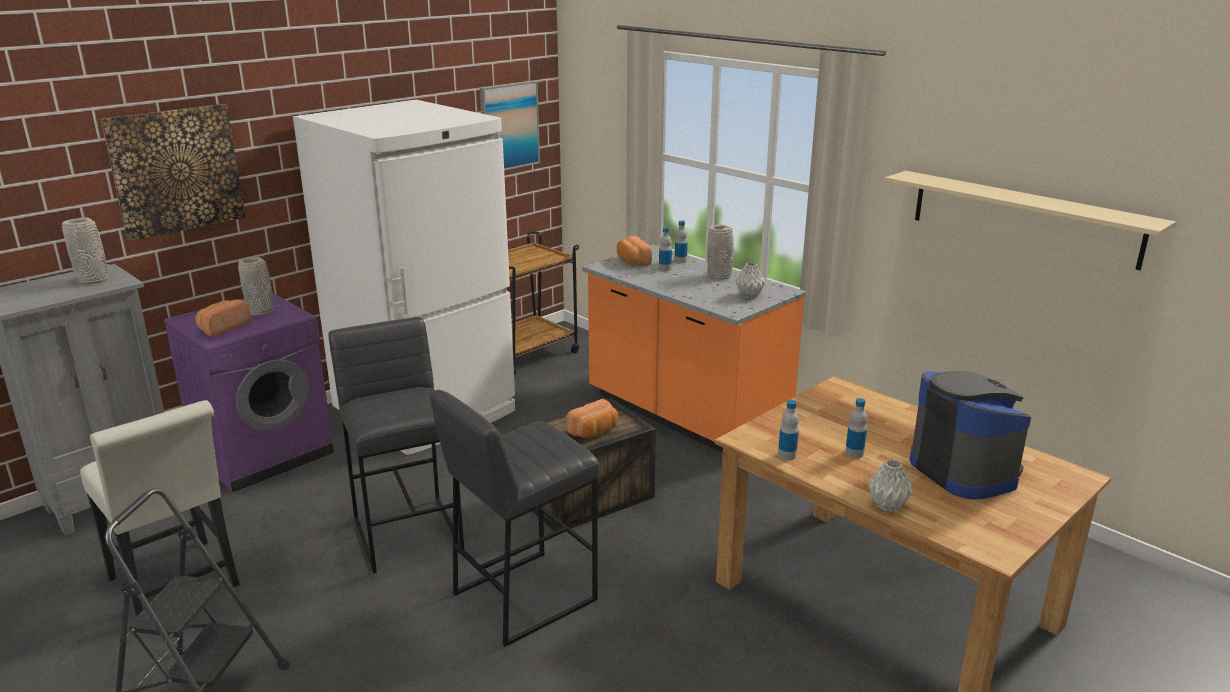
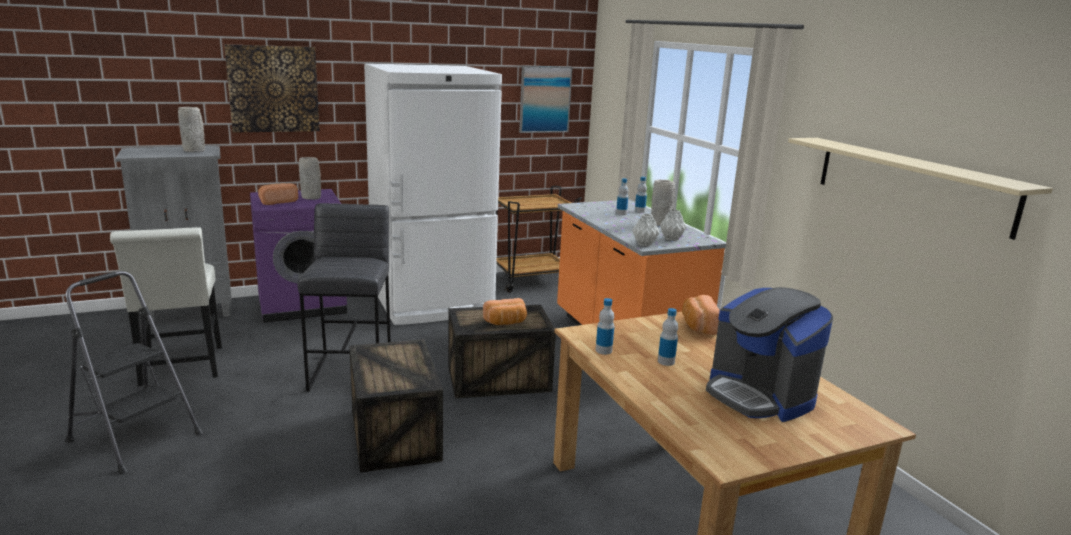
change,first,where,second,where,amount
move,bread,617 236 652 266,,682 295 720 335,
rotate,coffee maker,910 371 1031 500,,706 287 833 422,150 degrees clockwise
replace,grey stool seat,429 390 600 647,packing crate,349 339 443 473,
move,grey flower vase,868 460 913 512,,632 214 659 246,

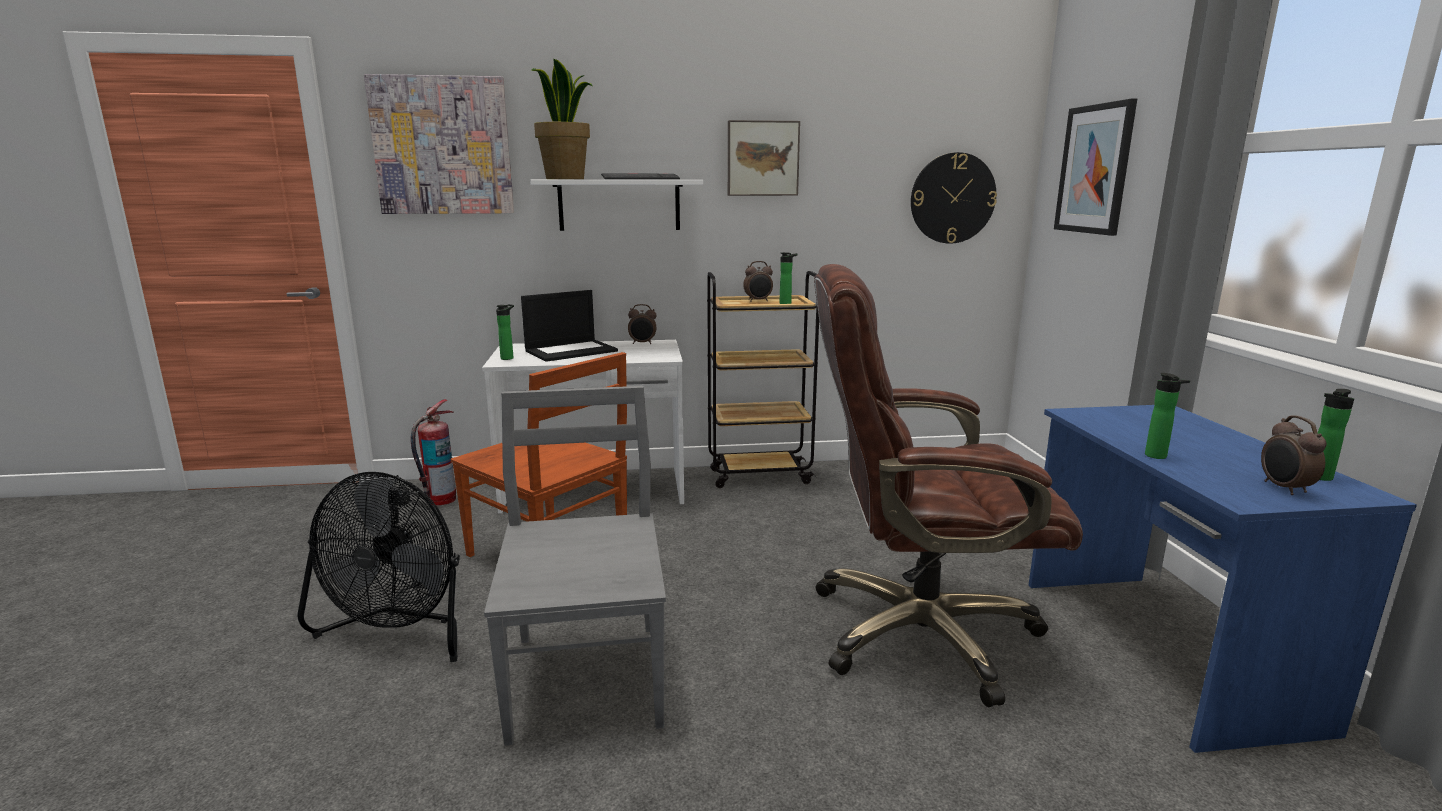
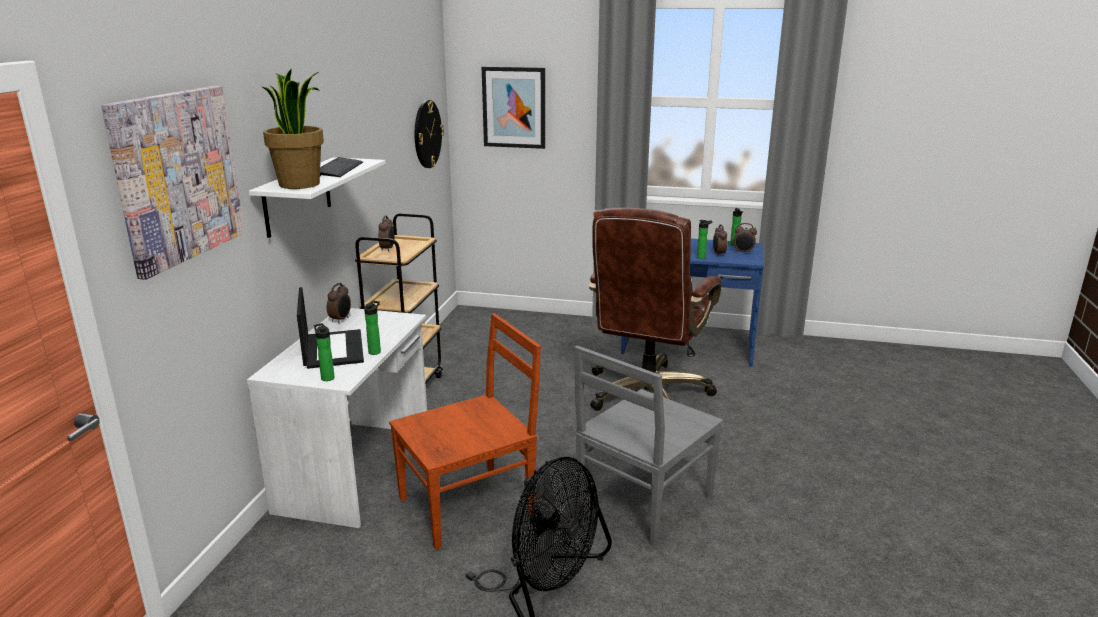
change,first,where,second,where,amount
delete,wall art,728 120 800 196,,,
move,beverage bottle,780 252 797 304,,364 301 381 355,
rotate,grey upright chair,484 386 666 746,,574 346 723 548,60 degrees counterclockwise
delete,extinguisher,410 399 456 505,,,
insert,,,table clock,713 224 727 255,

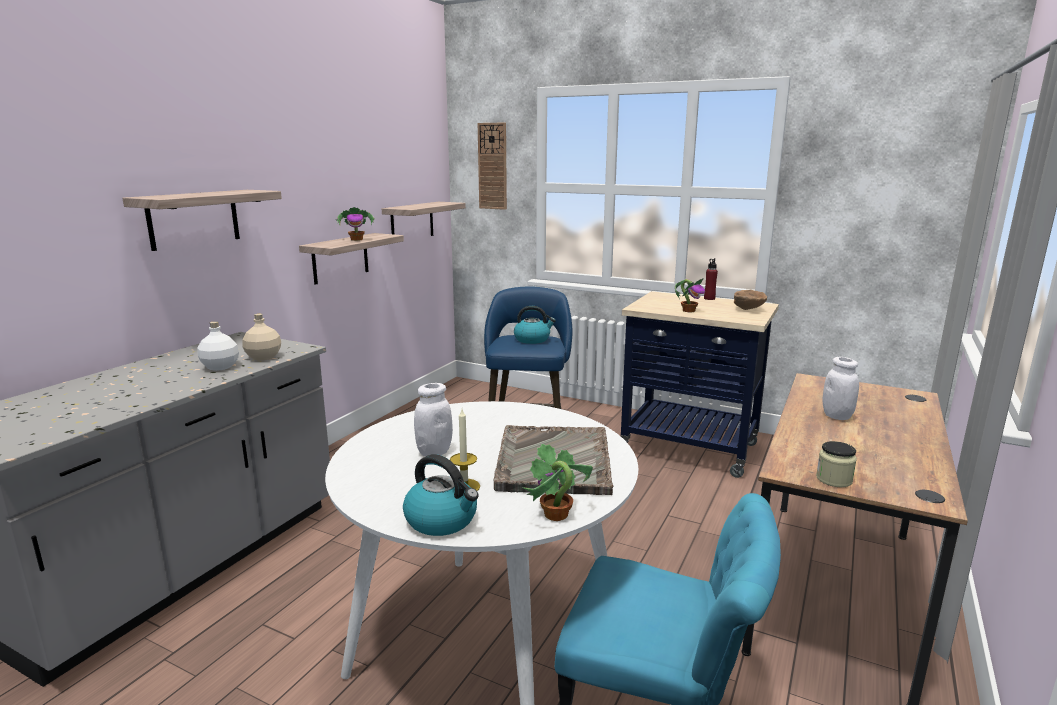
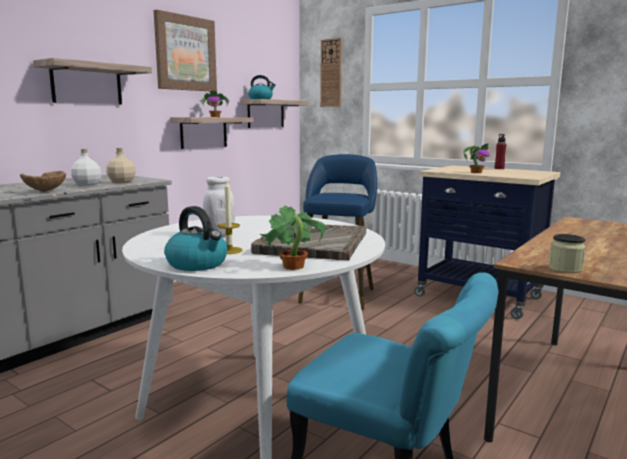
change,first,where,second,where,amount
move,brown serving bowl,734 290 767 310,,20 171 66 192,
move,kettle,514 306 556 344,,248 75 276 99,
delete,whitish preserve jar,822 357 859 420,,,
insert,,,wall art,154 10 217 91,

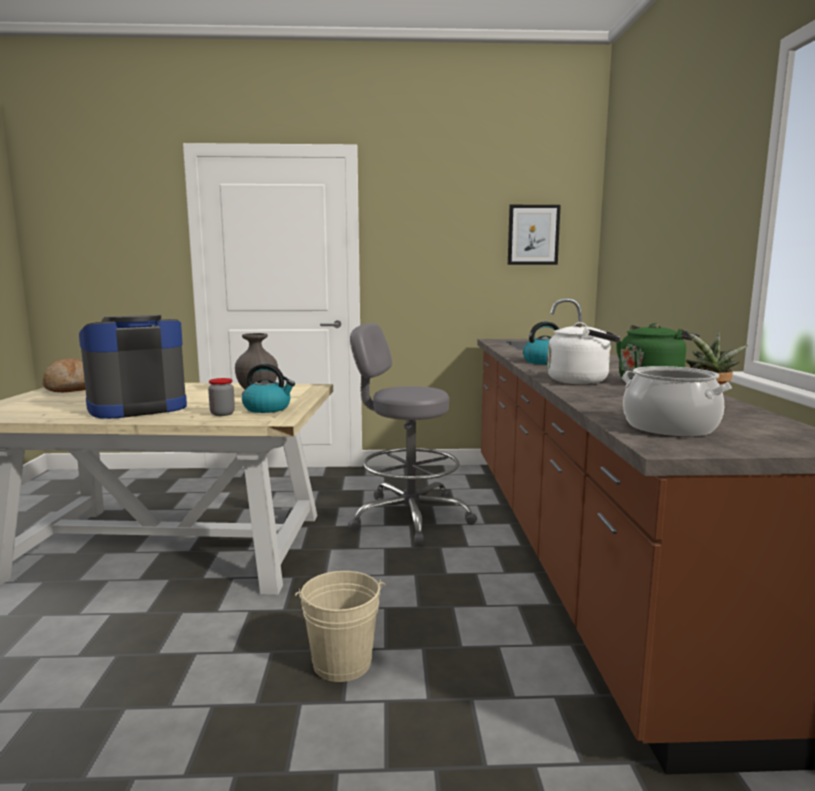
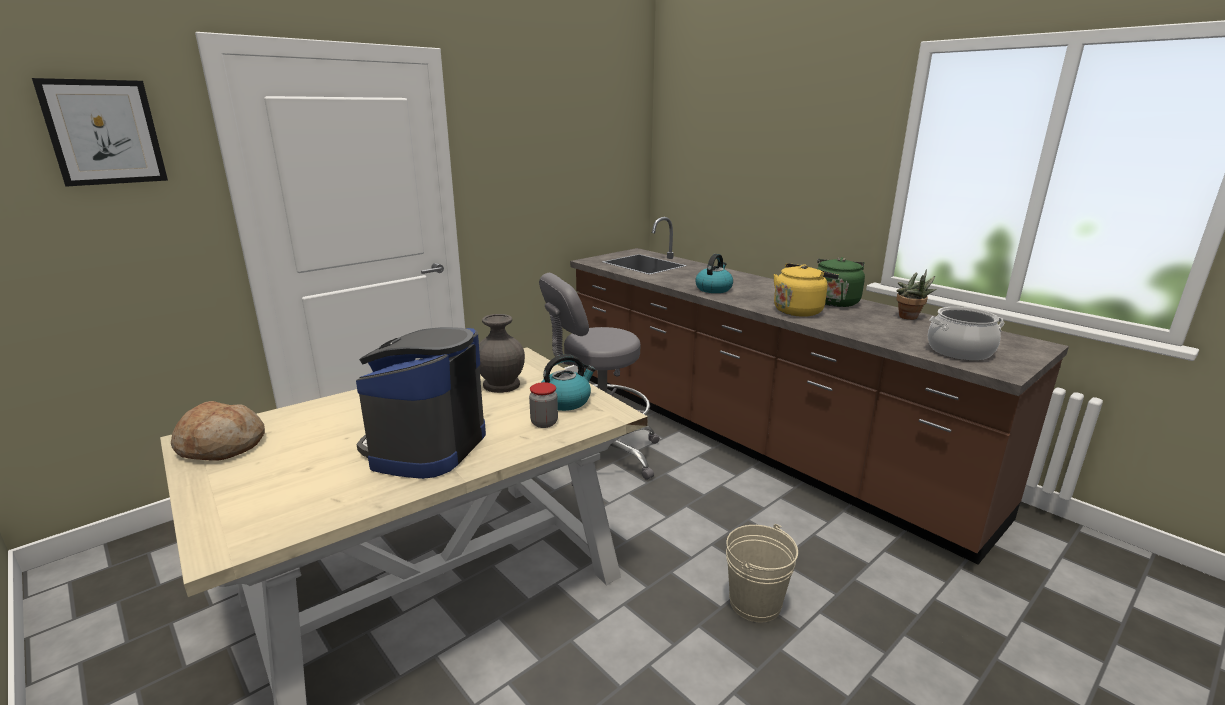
change,first,where,second,where,amount
move,wall art,508 205 561 265,,32 78 168 187,
recolor,whitish kettle,547 322 620 384,yellow kettle,774 263 839 317,

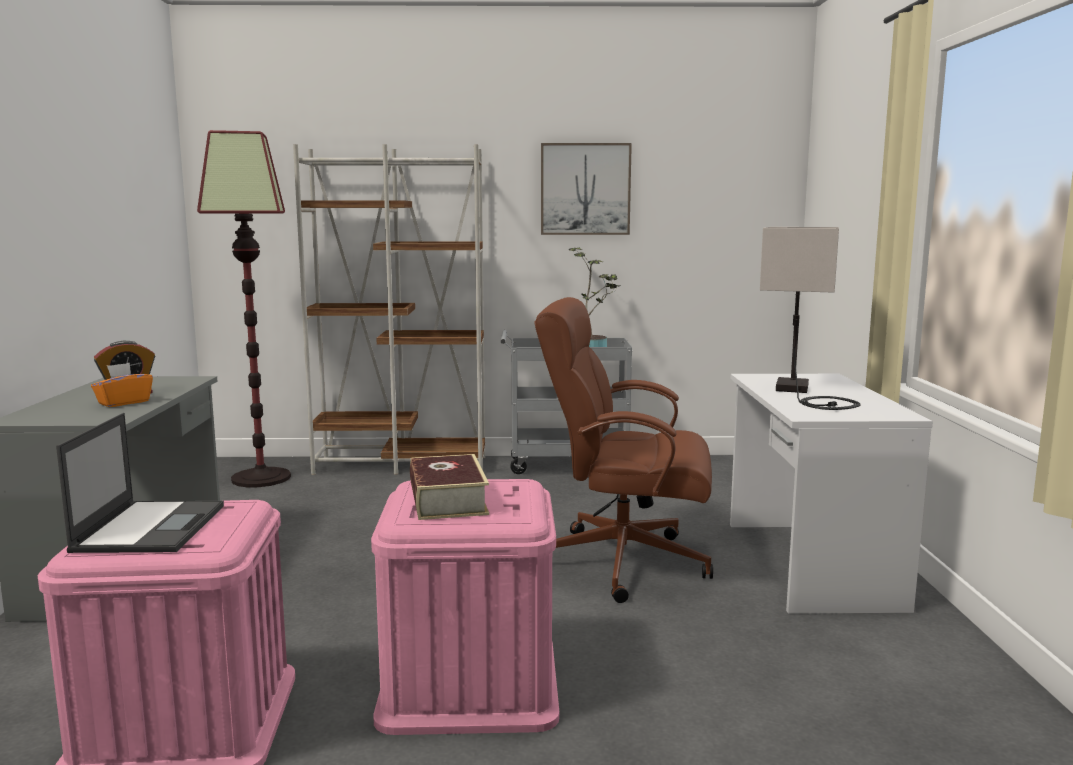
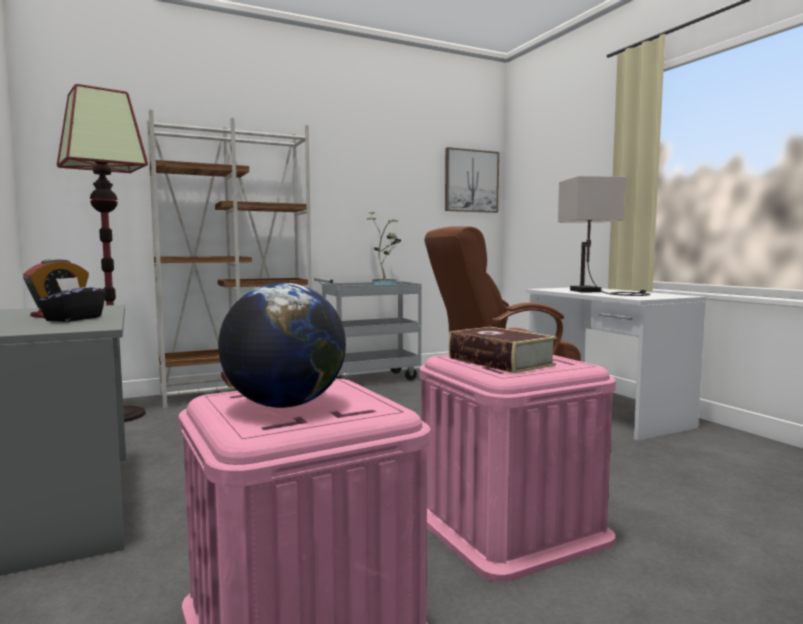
change,first,where,second,where,amount
move,wall art,541 143 632 235,,445 147 499 213,
recolor,orangey box of tissues,91 363 153 407,black-coloured box of tissues,37 277 106 322,
replace,notebook computer,56 413 224 553,desk globe,218 283 346 408,

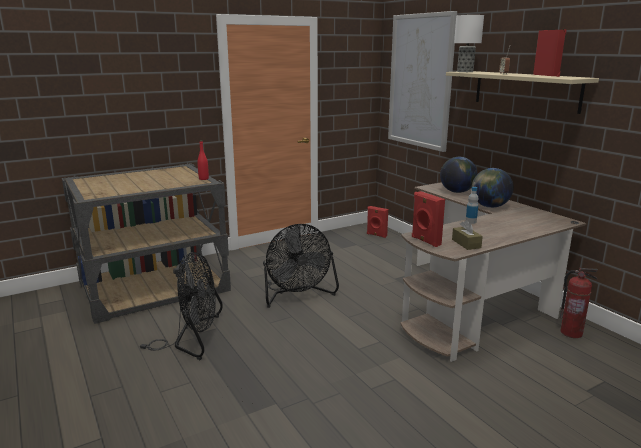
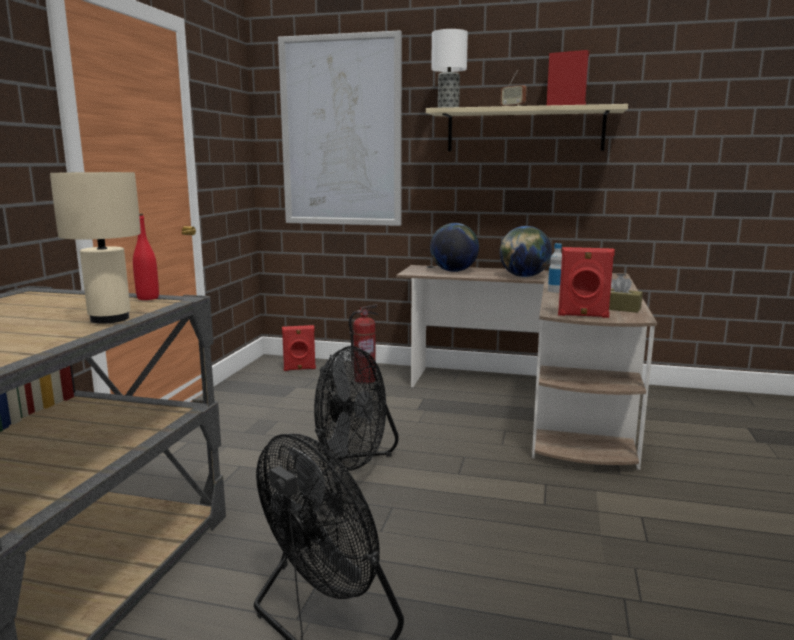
change,first,where,second,where,amount
move,extinguisher,560 268 598 338,,349 304 378 384,
insert,,,beige lamp for a table,50 172 141 324,

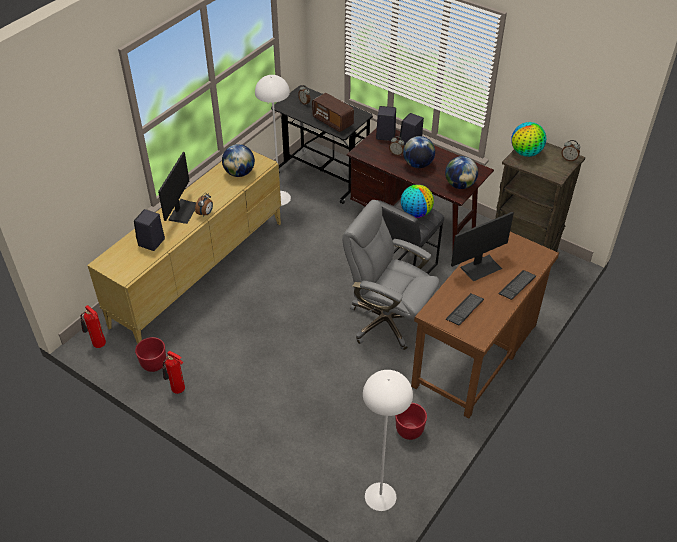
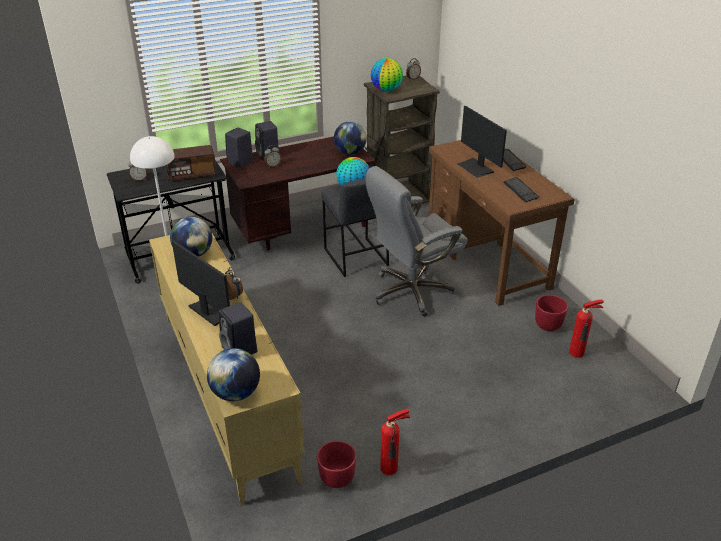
change,first,where,second,where,amount
move,desk globe,403 136 435 168,,207 348 260 401,
rotate,computer screen,451 212 514 281,,457 106 507 178,150 degrees clockwise
move,extinguisher,80 305 106 348,,569 300 604 358,
delete,whitish standing lamp,363 370 413 511,,,

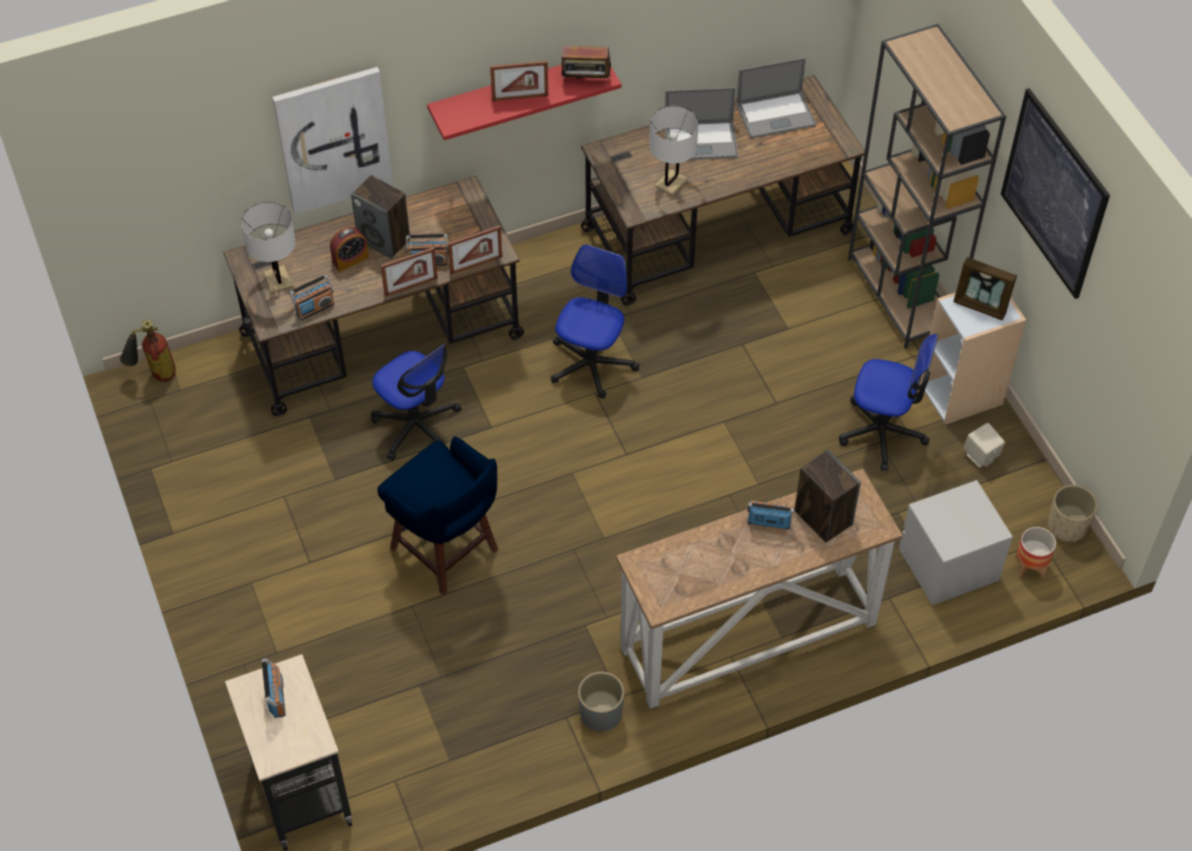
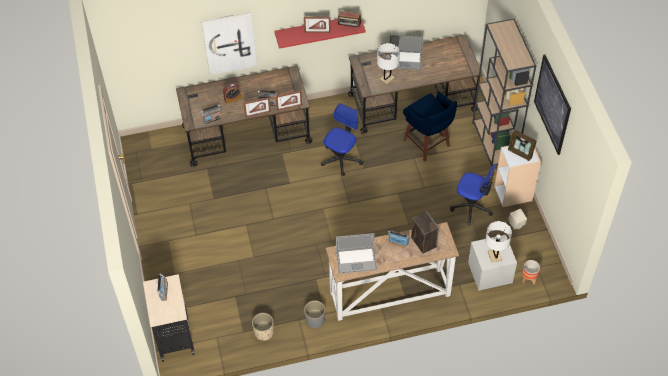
change,first,where,second,where,amount
move,notebook computer,736 58 816 138,,336 233 377 274,
delete,loudspeaker,351 175 410 259,,,
move,whitish lamp for a table,241 202 296 293,,485 221 512 262,
delete,extinguisher,120 320 176 382,,,
delete,office chair,371 344 461 461,,,
move,blue stool seat,377 436 498 596,,403 92 457 162,
move,beige flower pot,1048 485 1098 542,,252 313 274 341,

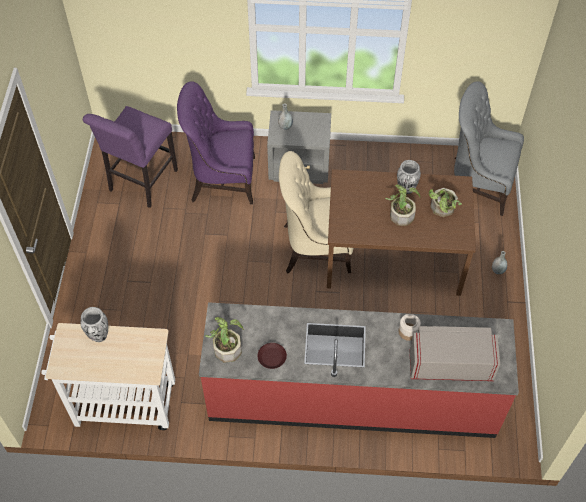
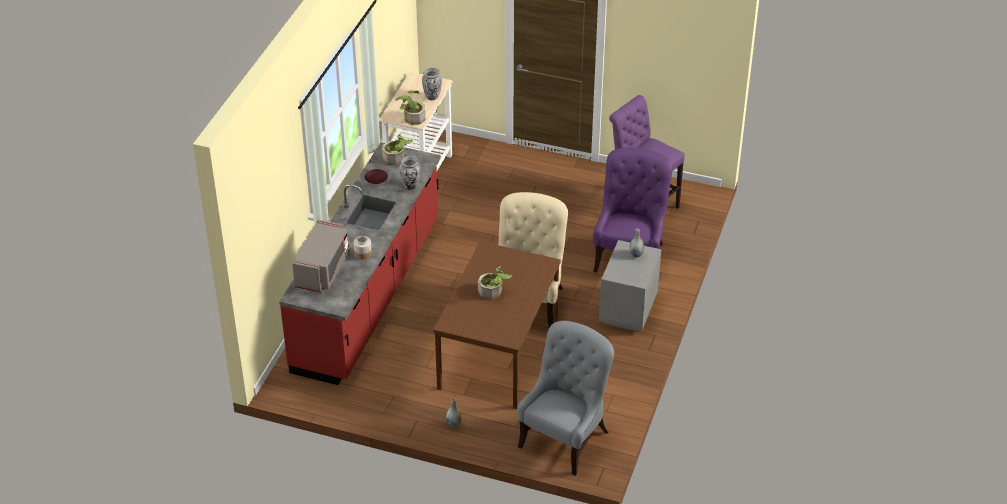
change,first,where,second,where,amount
move,flower vase,397 160 421 194,,399 156 421 190,
move,plant in a pot,429 188 462 217,,395 90 425 125,

